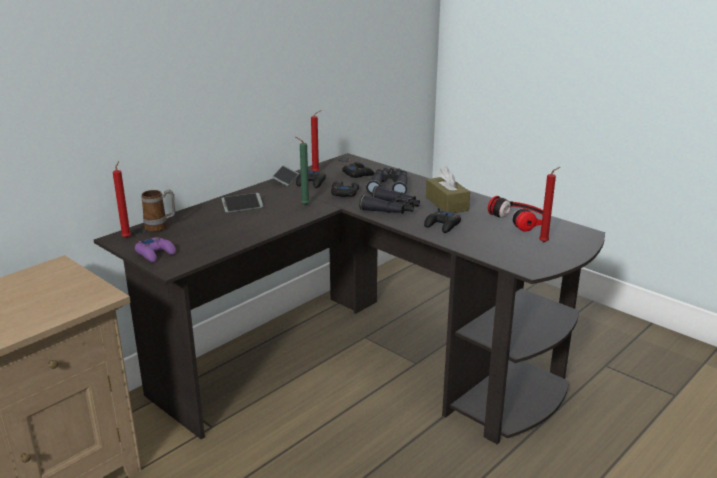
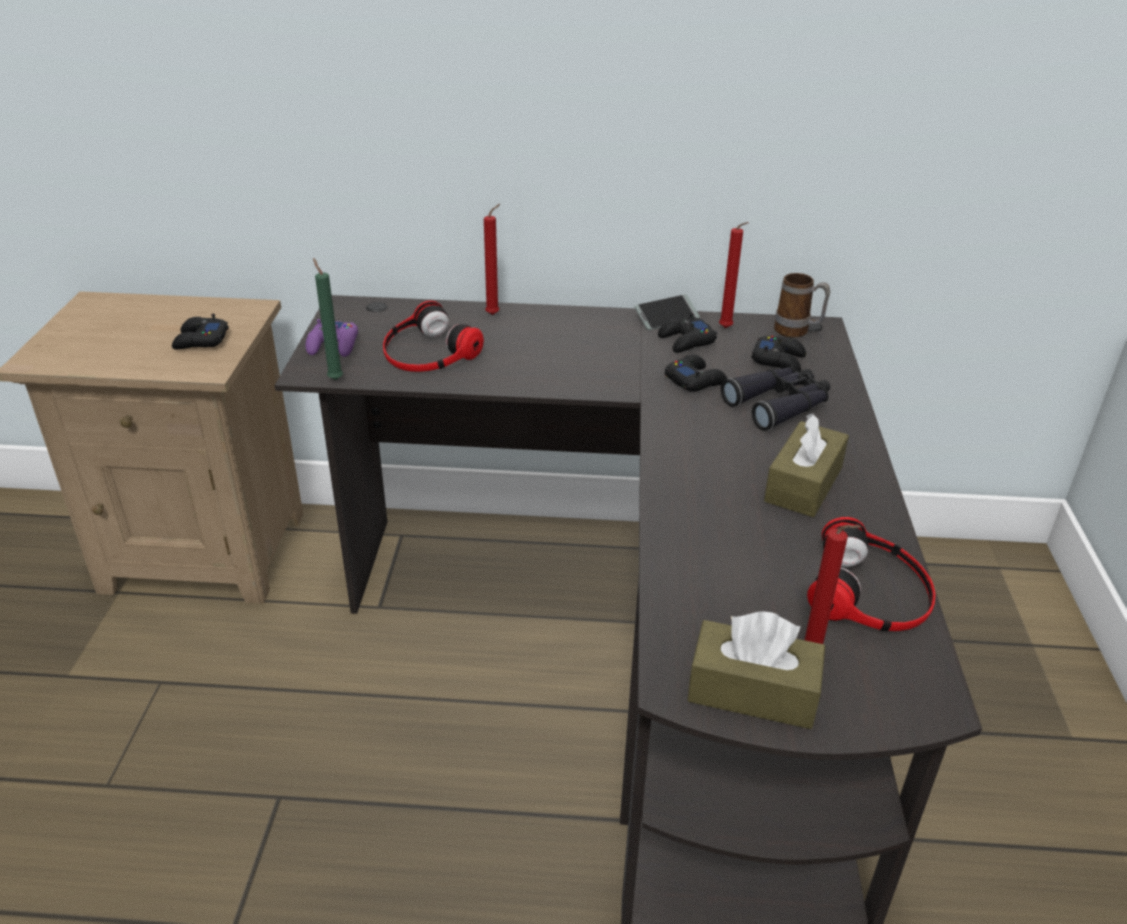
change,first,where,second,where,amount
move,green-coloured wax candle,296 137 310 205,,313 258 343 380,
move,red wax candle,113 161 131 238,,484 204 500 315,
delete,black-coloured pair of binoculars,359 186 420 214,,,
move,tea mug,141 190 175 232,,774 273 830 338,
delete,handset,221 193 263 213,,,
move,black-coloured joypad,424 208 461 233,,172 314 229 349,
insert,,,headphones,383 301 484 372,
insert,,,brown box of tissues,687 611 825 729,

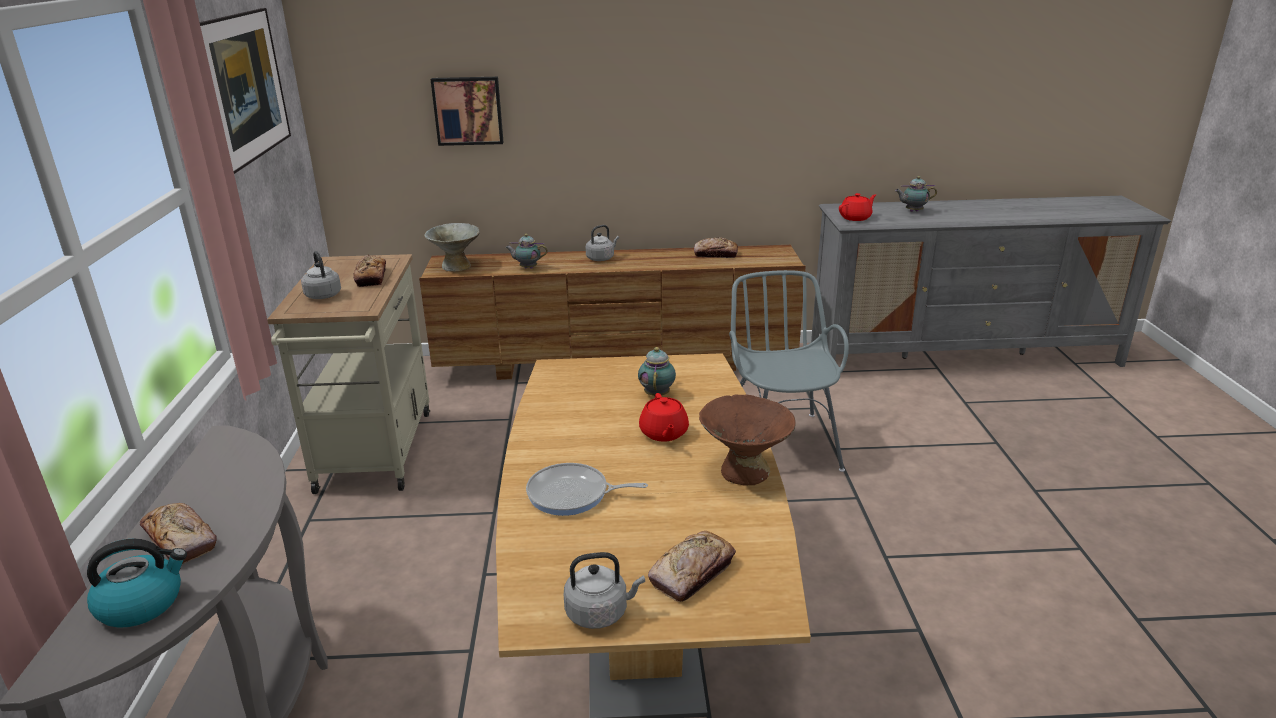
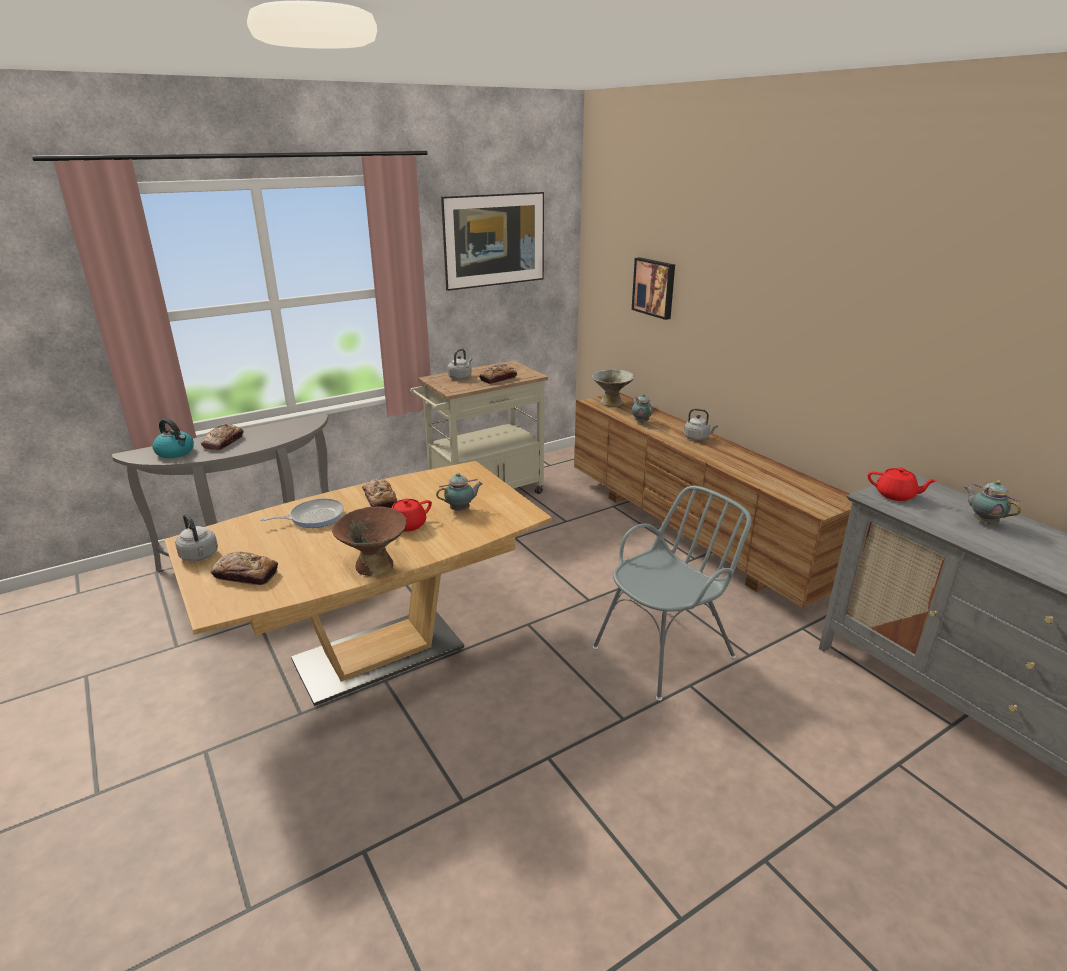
change,first,where,second,where,amount
move,bread,694 237 738 258,,362 479 397 508,
rotate,skillet,526 463 648 516,,261 498 344 528,90 degrees clockwise

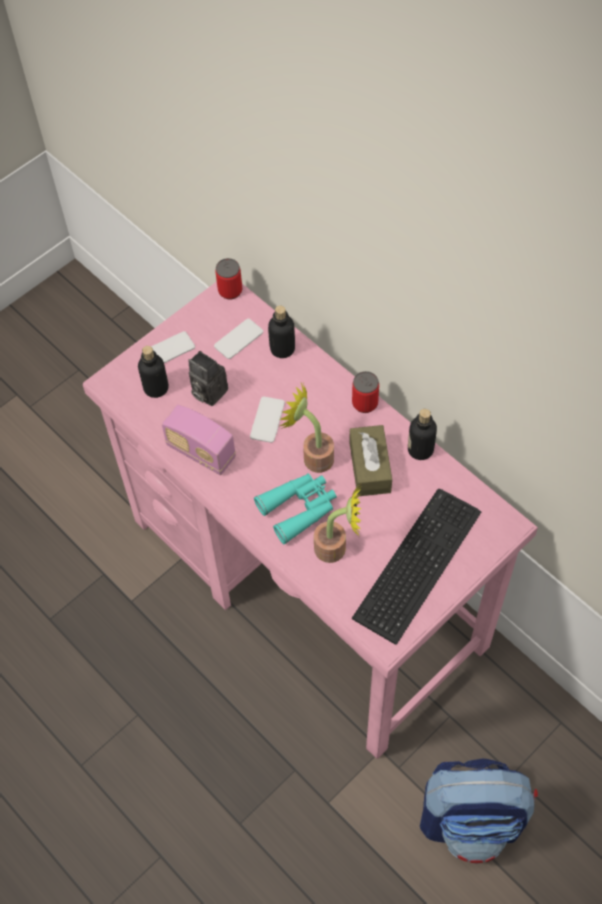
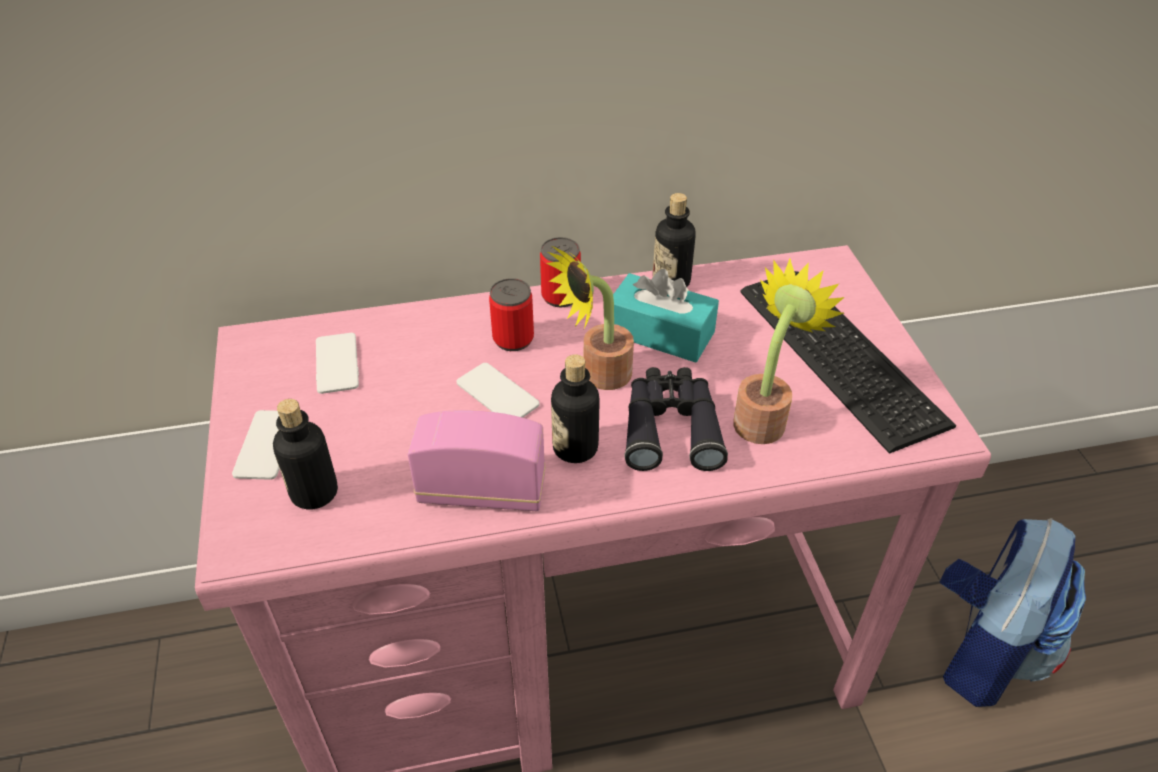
change,first,where,second,where,amount
move,sealed can,215 258 242 300,,489 278 534 351,
move,beverage bottle,268 306 295 358,,551 354 600 463,
delete,still camera,188 351 228 406,,,
rotate,radio,162 405 236 475,,408 410 546 511,150 degrees counterclockwise
recolor,brown box of tissues,349 425 392 496,turquoise box of tissues,613 269 719 363,
recolor,turquoise pair of binoculars,254 473 337 544,black-coloured pair of binoculars,624 367 728 471,

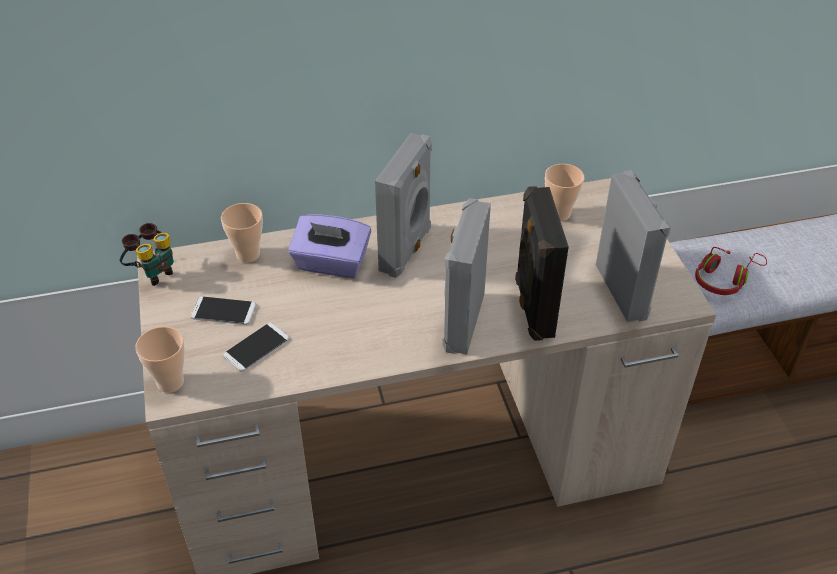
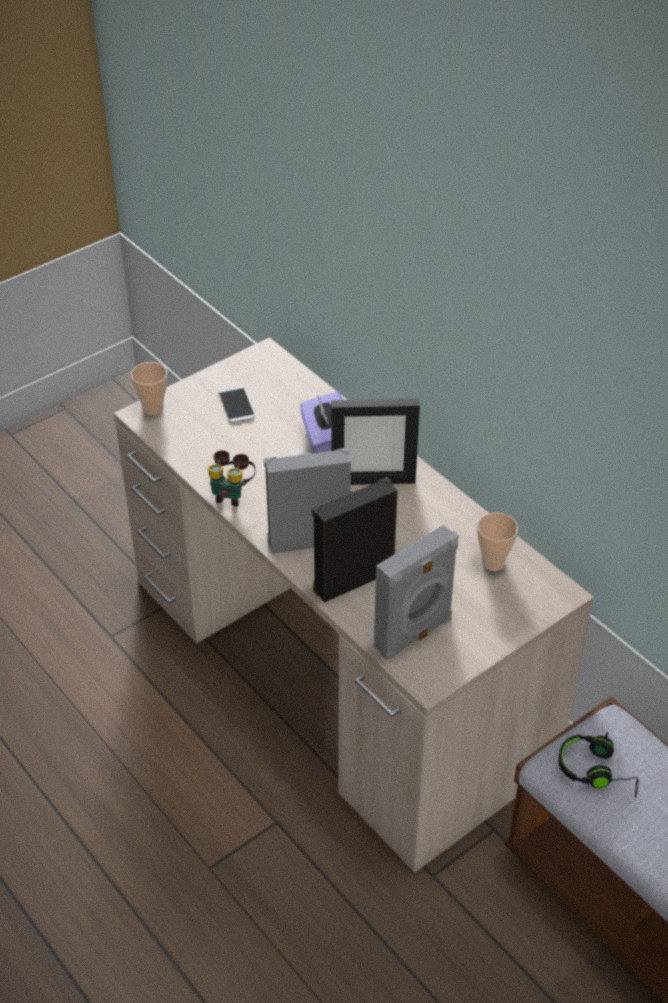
change,first,where,second,where,amount
replace,grey loudspeaker,375 133 432 278,standing frame,331 398 420 485,
delete,small cup,221 203 263 263,,,
move,pair of binoculars,119 223 174 286,,208 450 255 506,
recolor,red headphones,695 247 767 295,black-coloured headphones,559 732 638 798,
delete,handset,223 323 289 372,,,

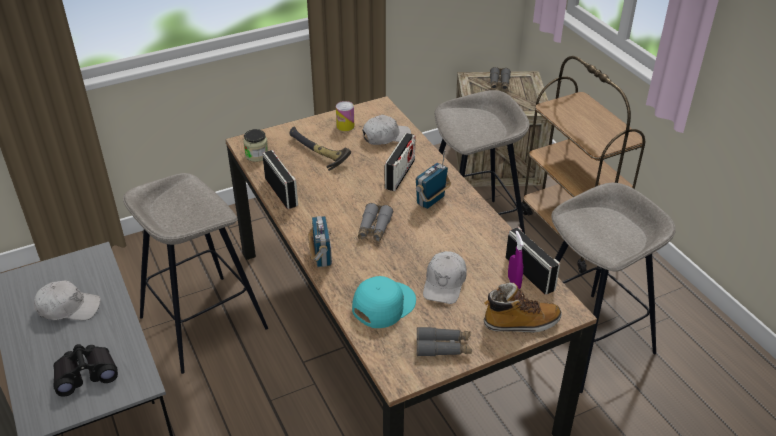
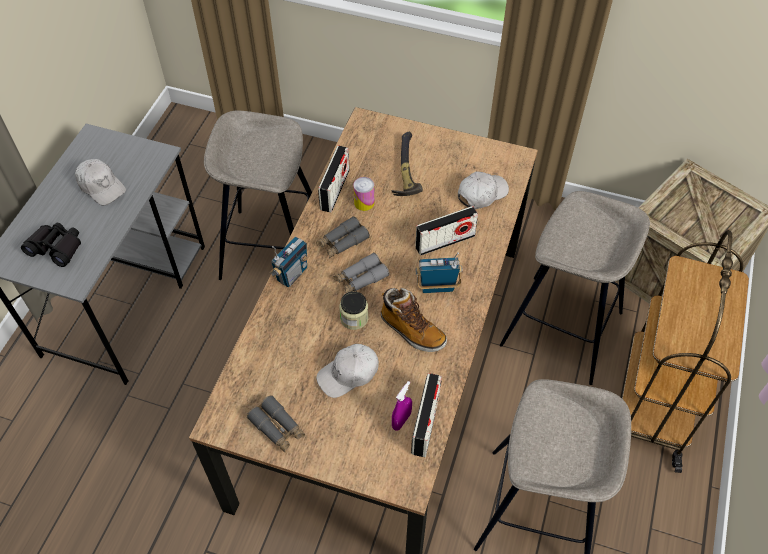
change,first,where,second,where,amount
move,grey pair of binoculars,490 67 511 91,,316 216 370 258,
move,sealed can,336 101 354 131,,353 177 375 211,
rotate,whitish cap,362 115 411 145,,458 171 509 209,60 degrees counterclockwise
move,preserve jar,243 129 268 162,,339 291 368 330,
delete,turquoise cap,352 276 416 328,,,
move,boot,484 282 562 333,,381 288 447 352,

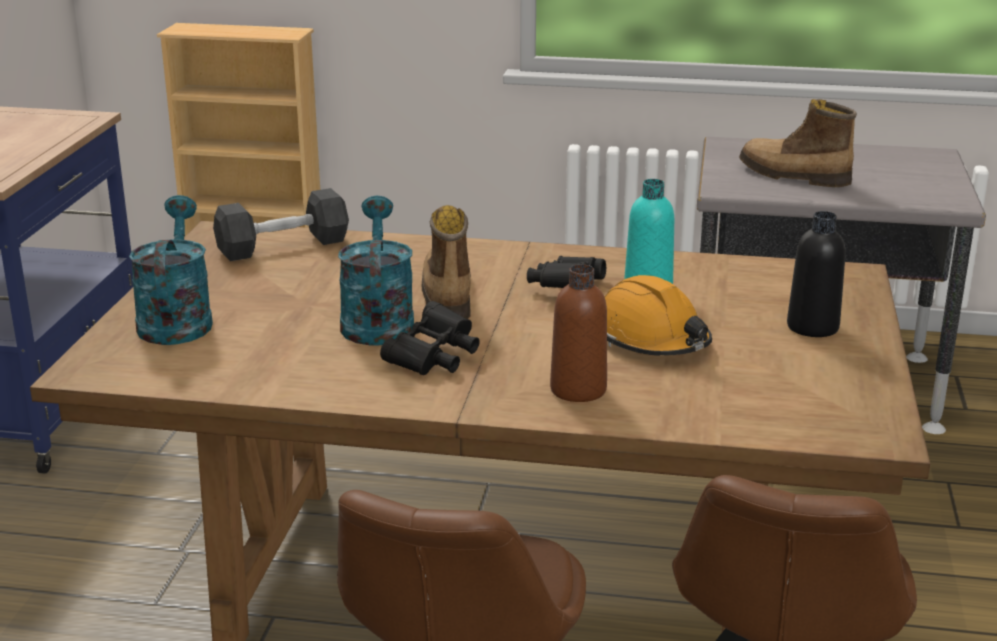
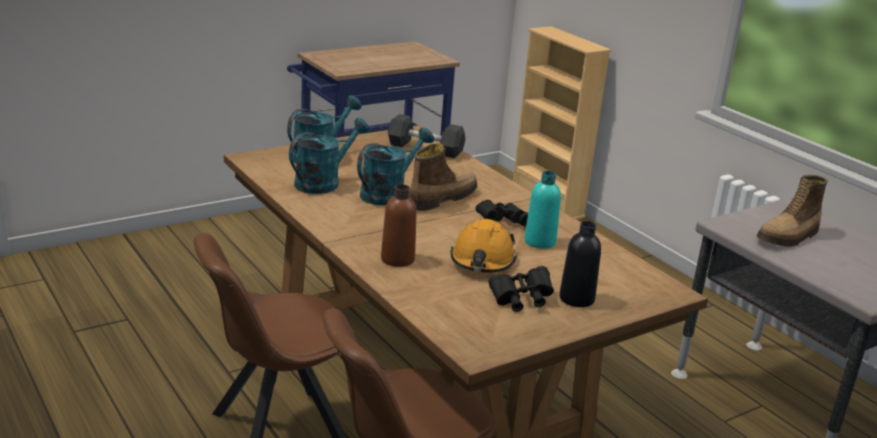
change,first,where,second,where,amount
rotate,boot,739 99 857 187,,756 175 828 247,120 degrees counterclockwise
move,black-coloured pair of binoculars,380 301 479 375,,489 266 554 312,
insert,,,turquoise sprinkling can,289 118 370 194,

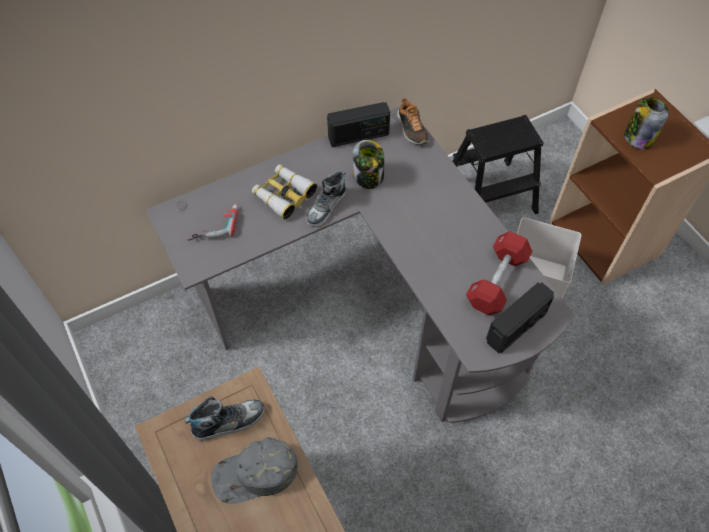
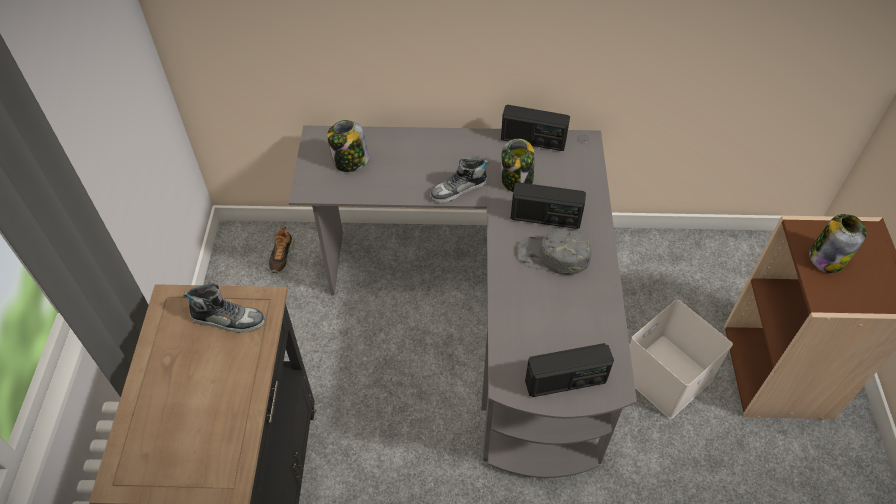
change,first,where,second,where,amount
move,shoe,397 98 428 145,,269 227 294 273,
delete,black-coloured stepladder,453 115 544 214,,,
delete,pair of binoculars,252 164 317 219,,,
replace,drill,187 204 238 240,preserve jar,327 120 369 172,
delete,red dumbbell,466 231 533 315,,,
move,grey cap,211 437 298 504,,517 229 591 275,
insert,,,radio,511 182 586 229,

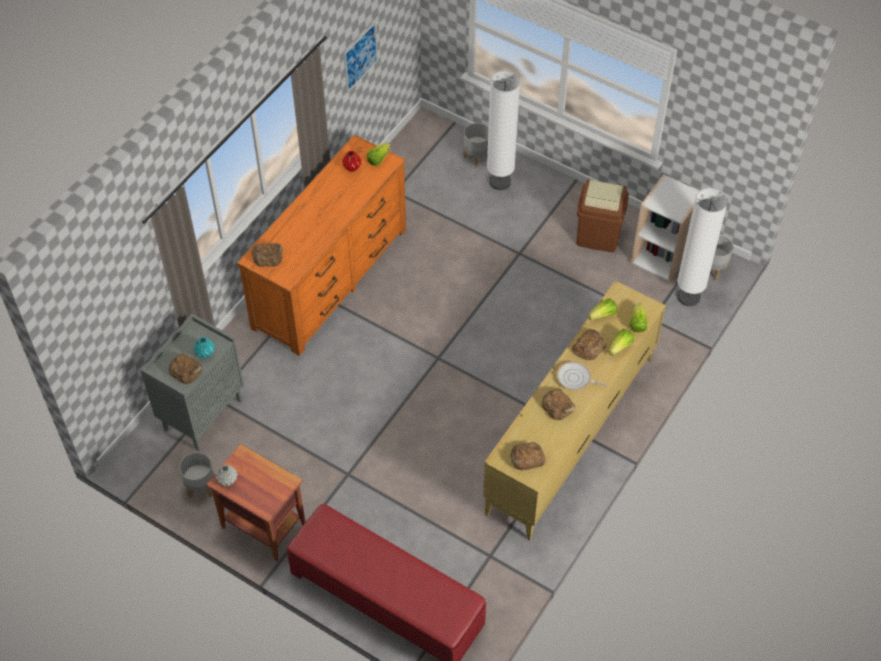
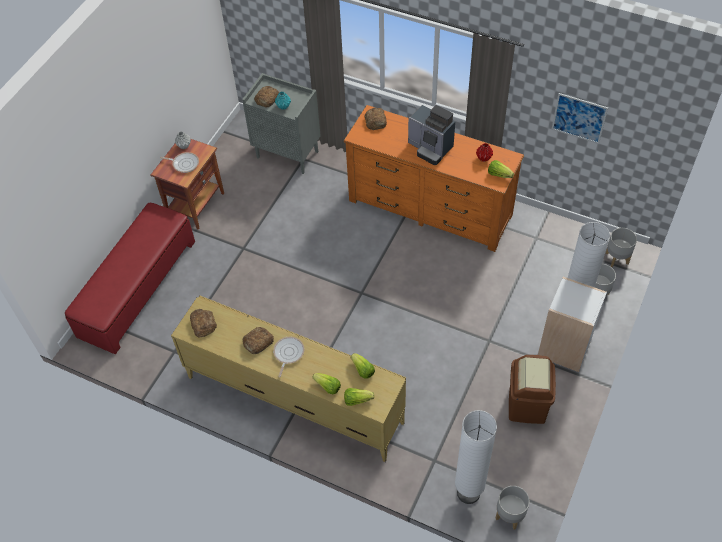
change,first,where,second,where,amount
move,bookshelf,631 174 699 282,,538 277 607 372,
delete,bread,572 329 606 360,,,
move,grey flower pot,179 452 214 498,,605 228 637 267,
insert,,,coffee maker,408 105 455 165,
insert,,,skillet,160 152 199 173,

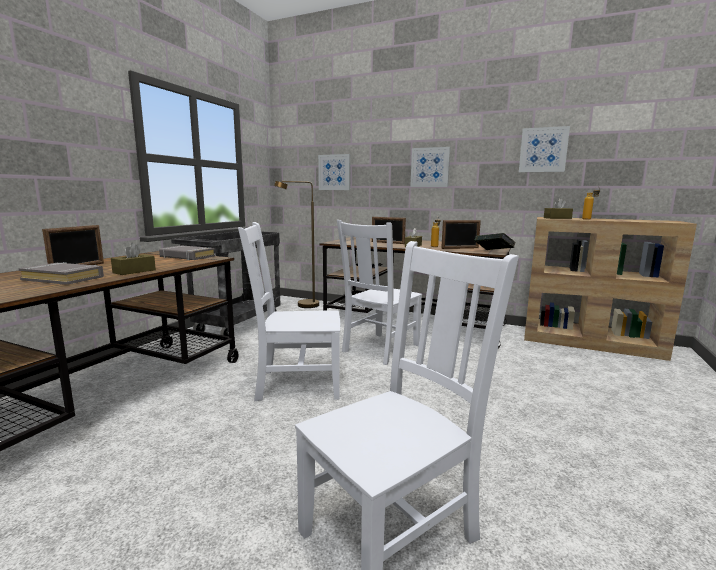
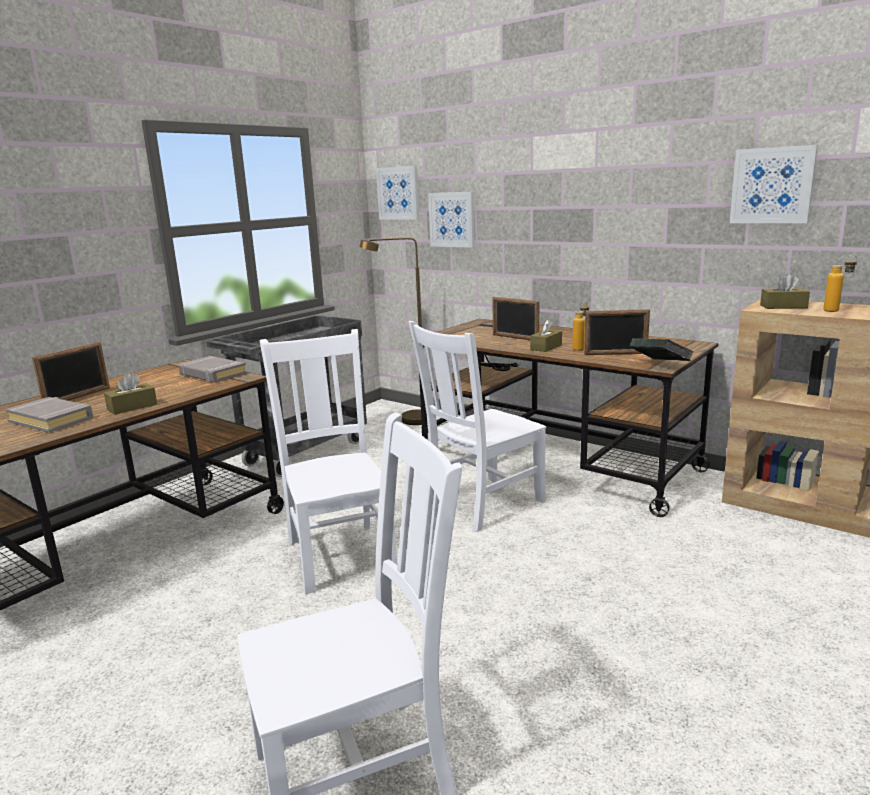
change,first,where,second,where,amount
move,wall art,410 147 450 187,,376 166 419 220,
rotate,whitish upright chair,238 222 340 401,,259 329 397 594,60 degrees clockwise

